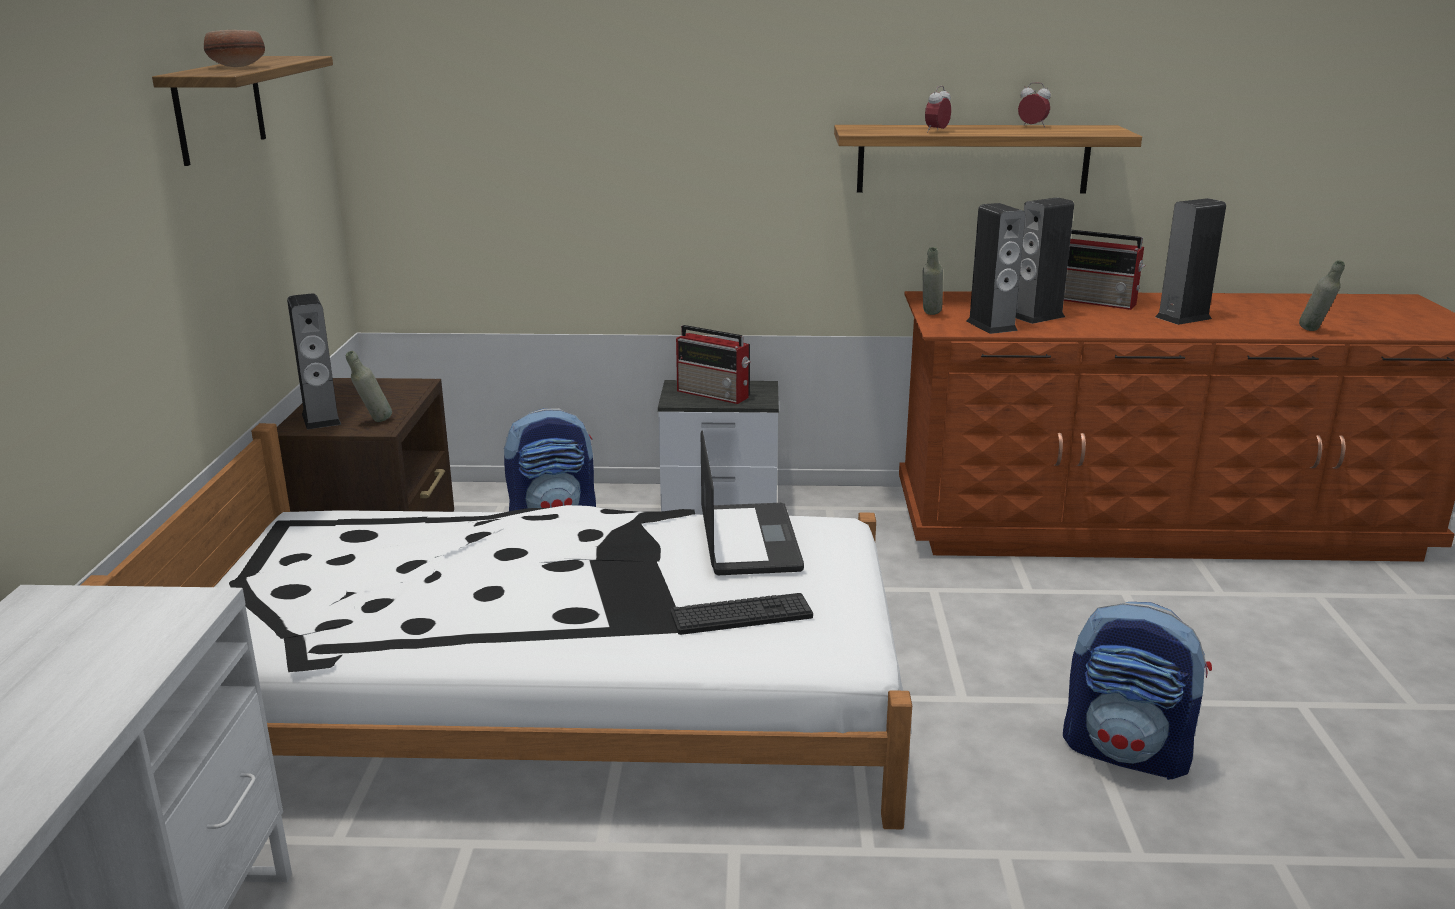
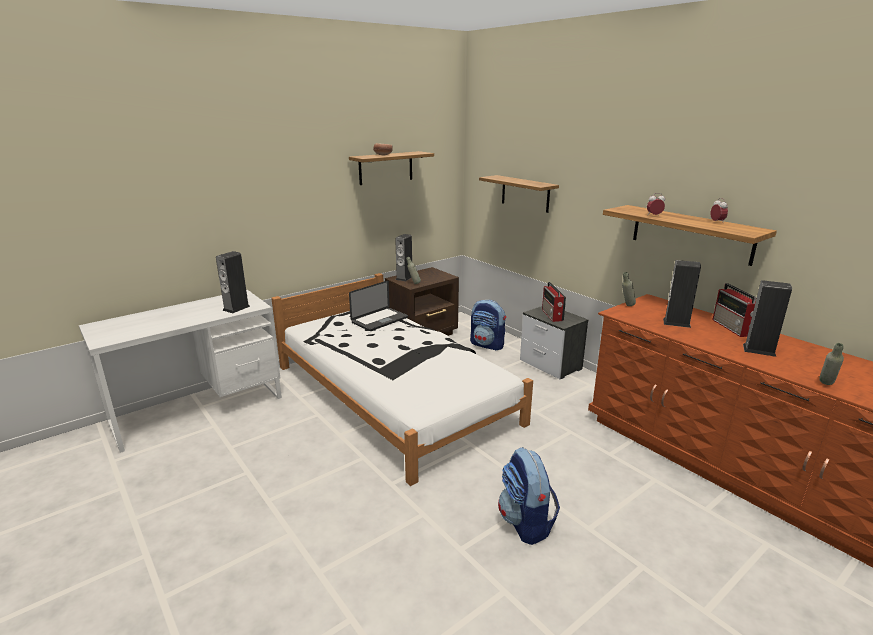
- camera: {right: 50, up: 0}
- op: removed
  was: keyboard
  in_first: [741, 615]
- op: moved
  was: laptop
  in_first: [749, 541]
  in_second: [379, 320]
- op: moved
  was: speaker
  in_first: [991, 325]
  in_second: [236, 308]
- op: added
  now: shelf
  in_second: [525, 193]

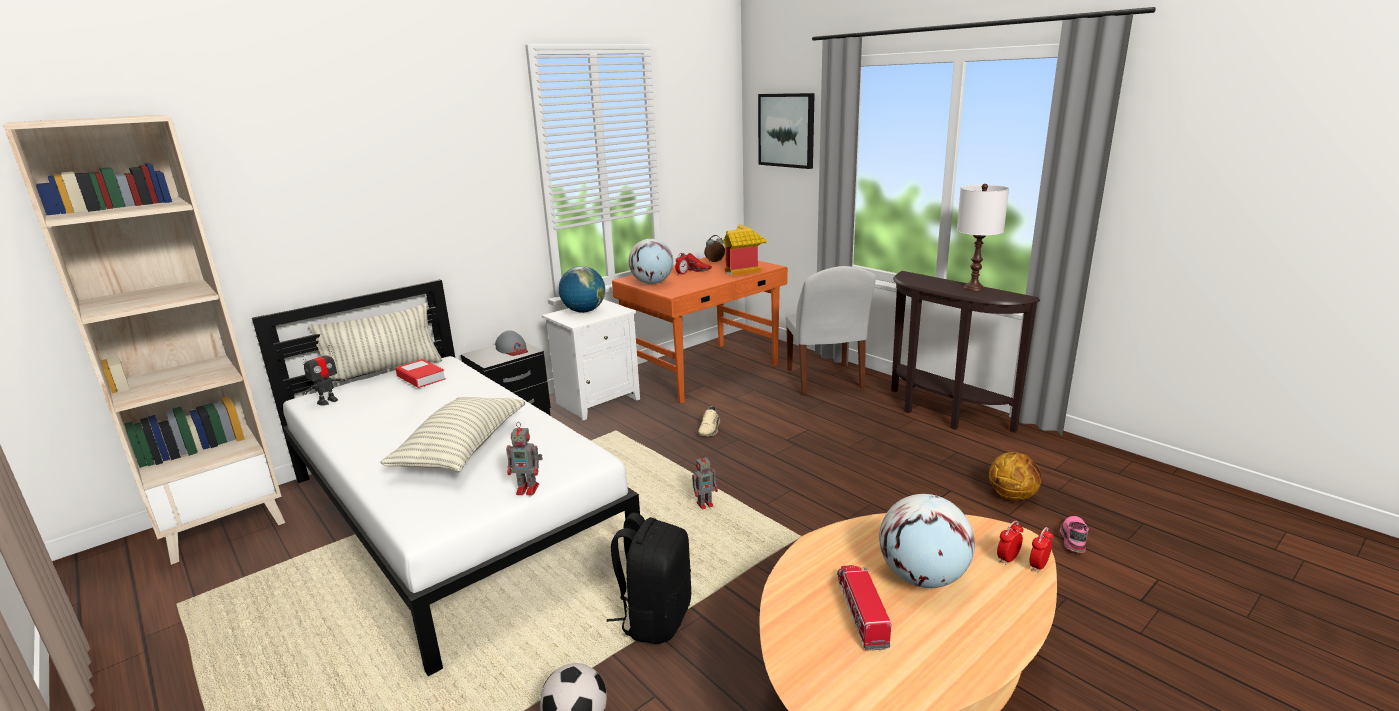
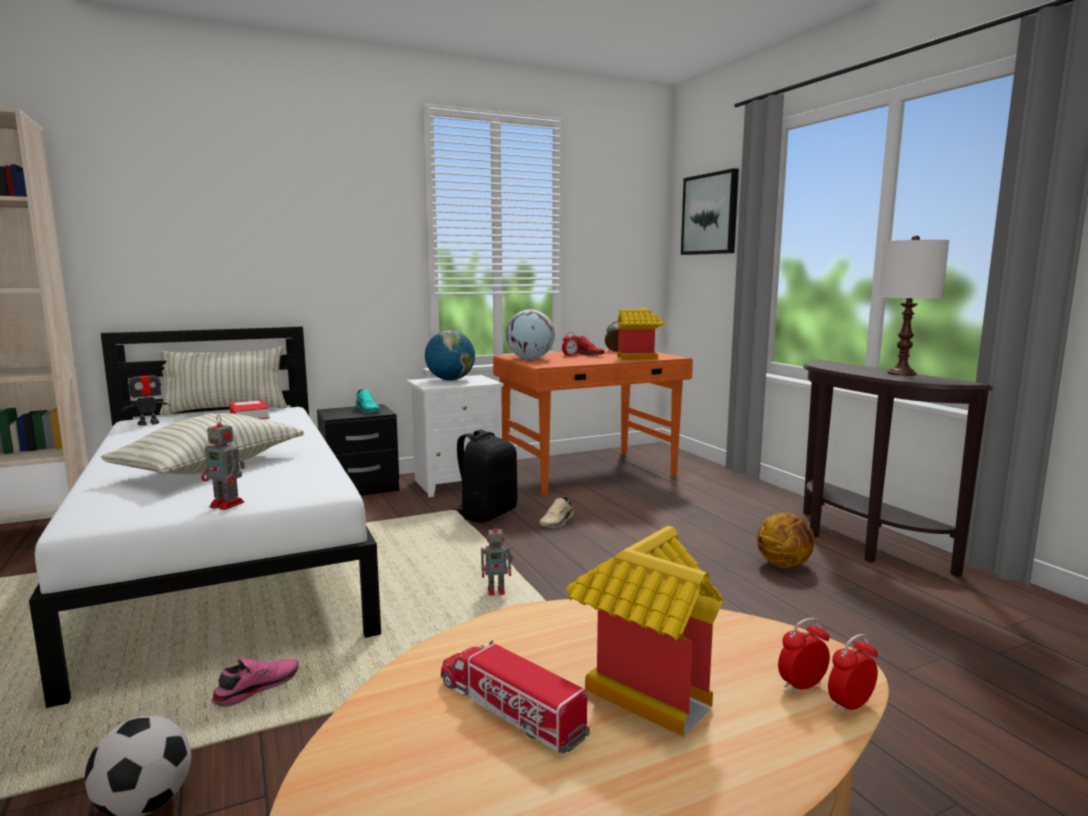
- camera: {right: 15, up: -10}
- op: replaced
  was: grey cap
  now: turquoise shoe
  in_first: [512, 349]
  in_second: [368, 410]
- op: moved
  was: black backpack
  in_first: [655, 618]
  in_second: [487, 514]
- op: removed
  was: white chair
  in_first: [825, 380]
- op: turned
  was: toy truck
  in_first: [861, 611]
  in_second: [509, 709]
  clockwise: -60
- op: replaced
  was: globe
  now: toy house
  in_first: [922, 577]
  in_second: [642, 684]
- op: moved
  was: basketball
  in_first: [1012, 496]
  in_second: [784, 564]
- op: moved
  was: pink shoe
  in_first: [1072, 538]
  in_second: [256, 688]

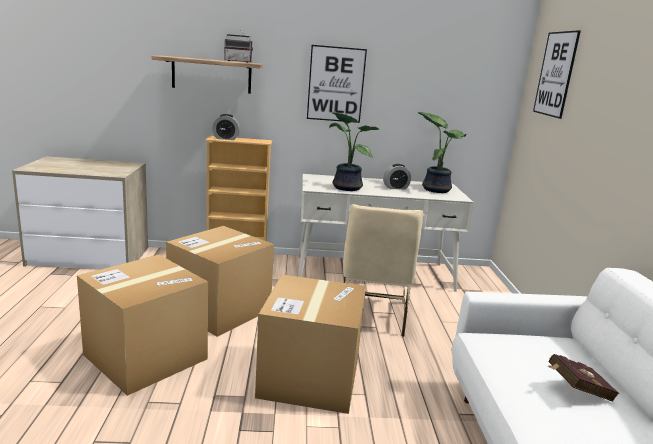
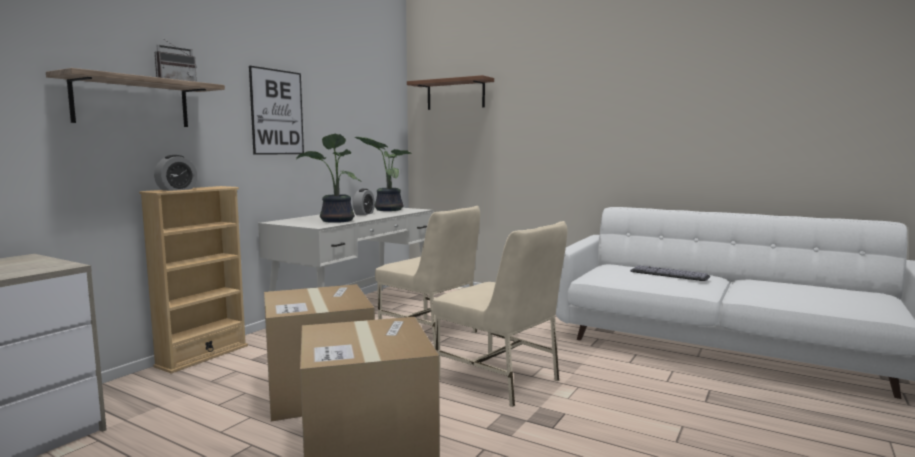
- camera: {right: -55, up: -10}
- op: replaced
  was: cardboard box
  now: beige chair
  in_first: [309, 378]
  in_second: [500, 380]
- op: replaced
  was: picture
  now: brown shelf
  in_first: [555, 74]
  in_second: [455, 94]
- op: replaced
  was: red book
  now: keyboard
  in_first: [575, 391]
  in_second: [671, 273]

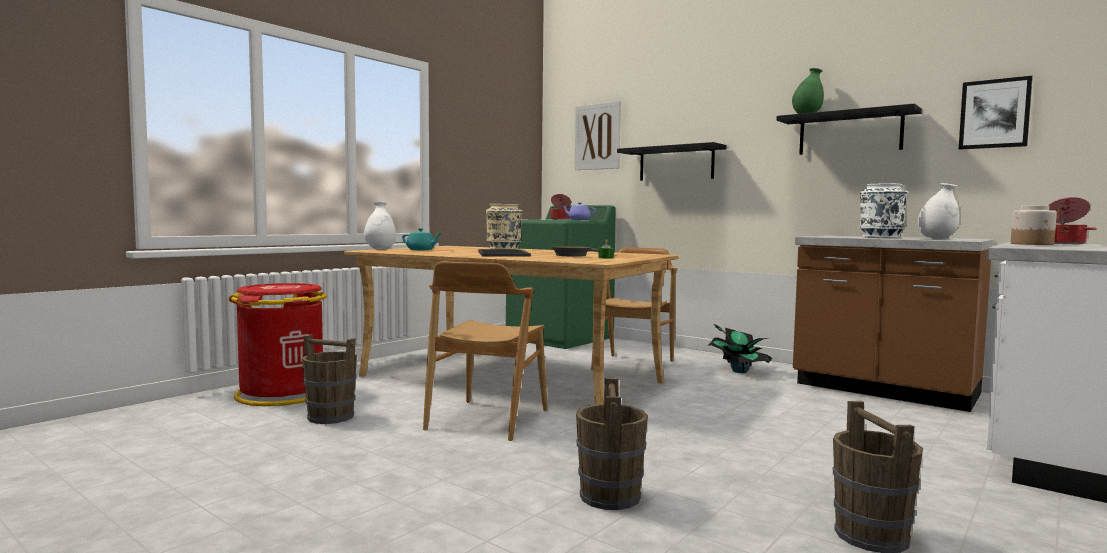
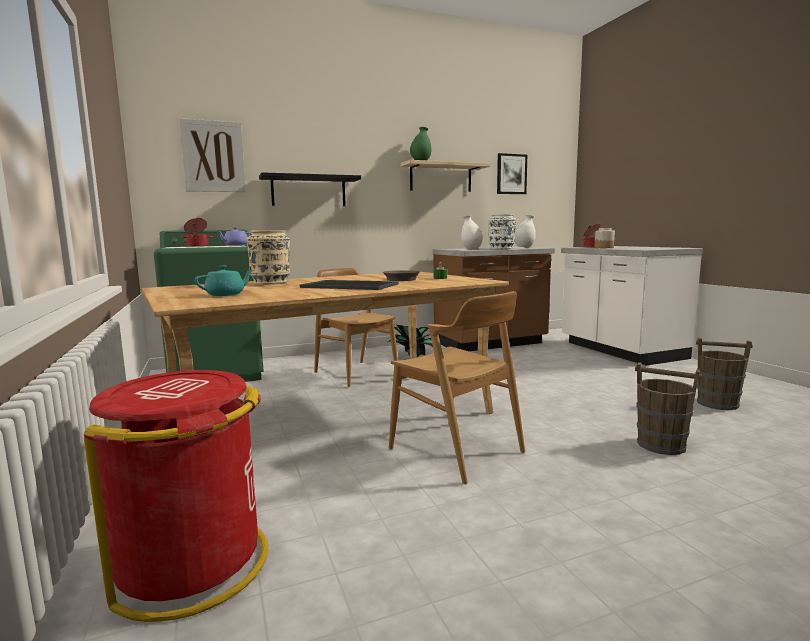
- camera: {right: -60, up: 5}
- op: removed
  was: brown bucket
  in_first: [331, 417]
- op: moved
  was: white vase
  in_first: [380, 249]
  in_second: [471, 249]
- op: recoloured
  was: black shelf
  now: beige shelf
  in_first: [849, 133]
  in_second: [441, 177]

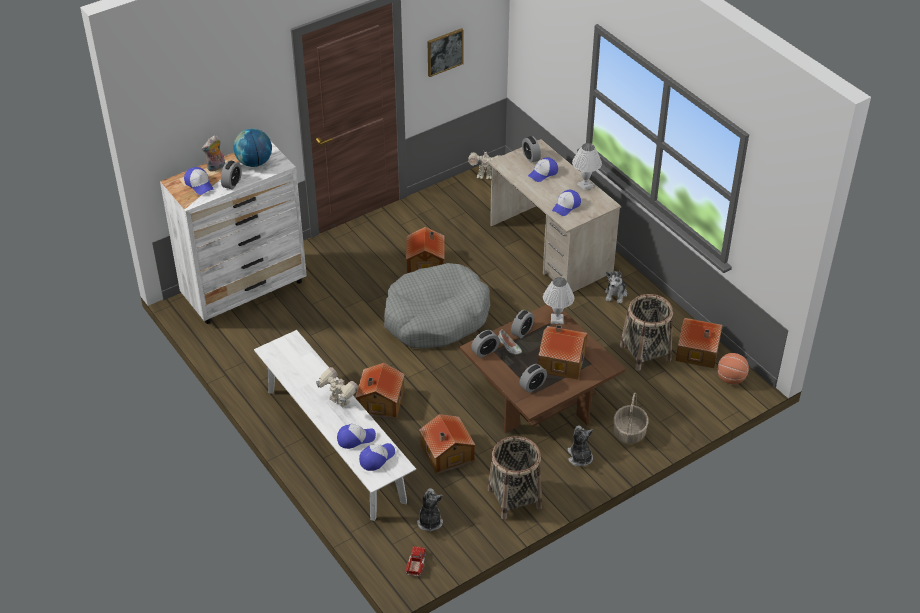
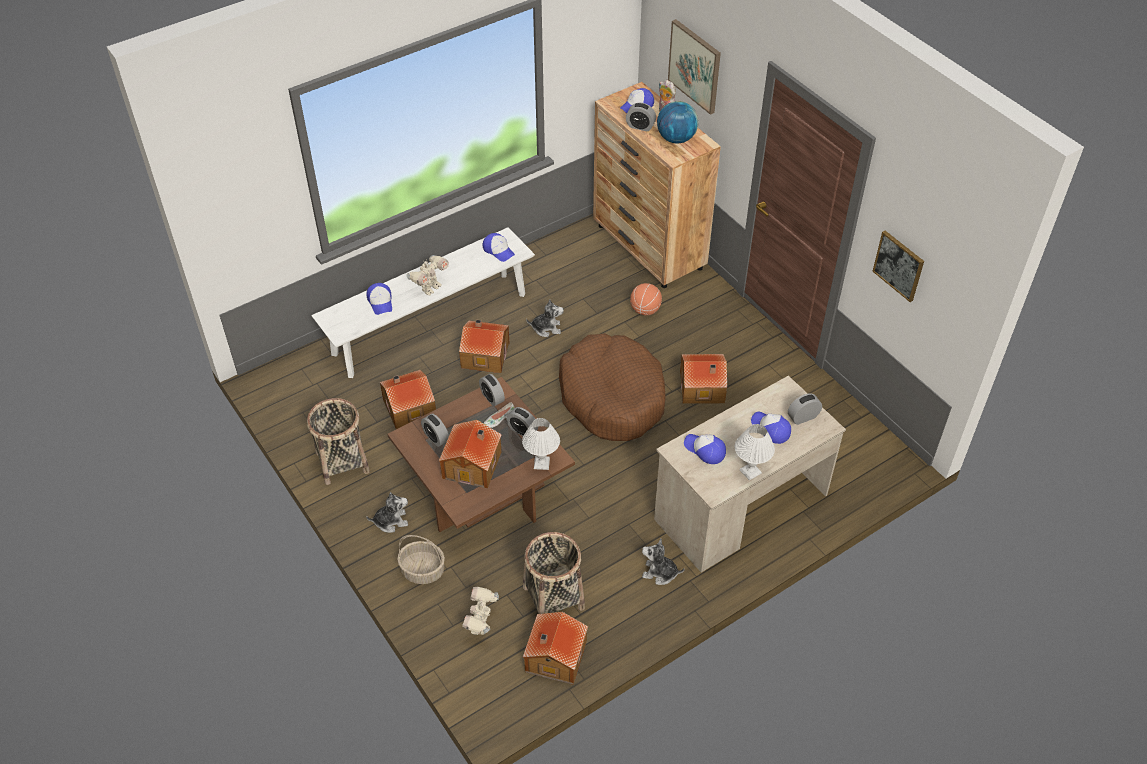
- camera: {right: 90, up: 5}
- op: recoloured
  was: white dresser
  now: brown dresser
  in_first: [245, 289]
  in_second: [649, 248]
- op: moved
  was: cap
  in_first: [376, 458]
  in_second: [498, 250]
- op: recoloured
  was: grey dog bed
  now: brown dog bed
  in_first: [435, 317]
  in_second: [612, 397]
- op: removed
  was: toy truck
  in_first: [416, 563]
- op: moved
  was: plush toy
  in_first: [429, 521]
  in_second: [546, 328]
- op: moved
  was: toy robot
  in_first: [485, 175]
  in_second: [481, 625]
- op: moved
  was: basketball
  in_first: [730, 379]
  in_second: [645, 310]
- op: added
  now: picture
  in_second: [695, 66]

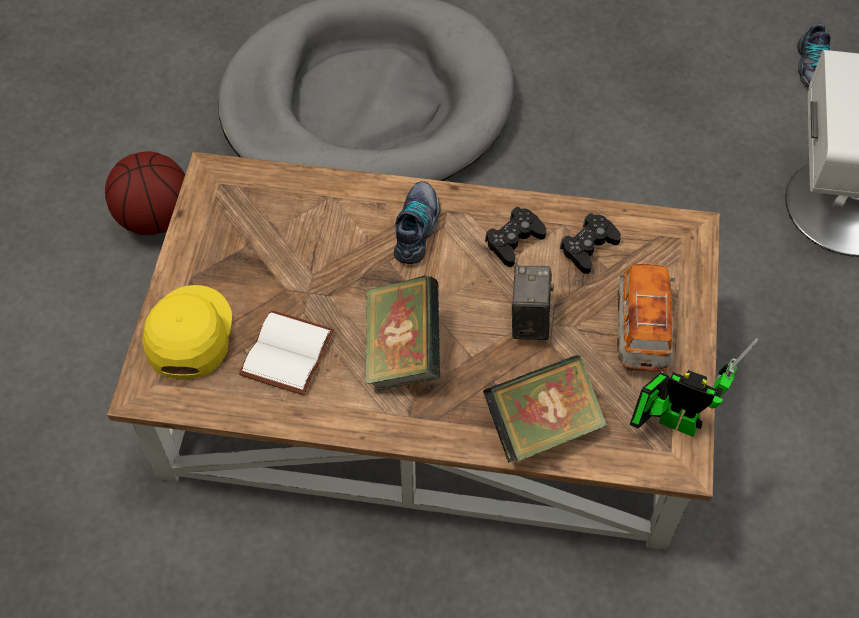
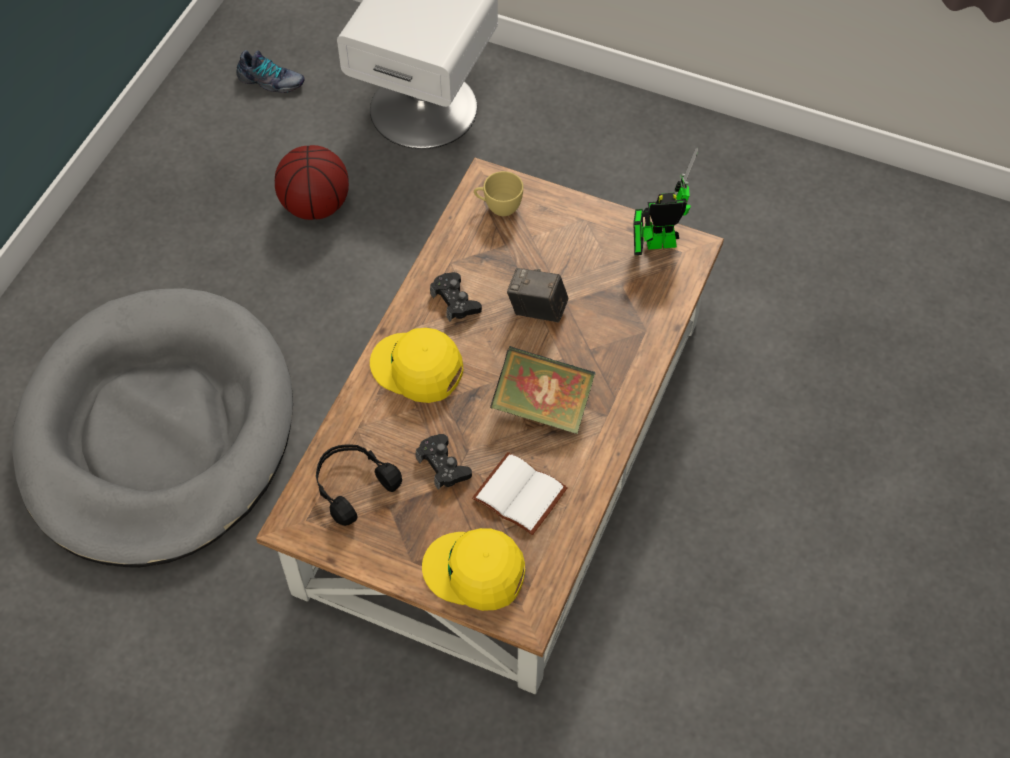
- camera: {right: -75, up: 0}
- op: moved
  was: basketball
  in_first: [156, 218]
  in_second: [316, 205]
- op: replaced
  was: shoe
  now: yellow cap
  in_first: [417, 228]
  in_second: [417, 368]
- op: removed
  was: book
  in_first: [542, 425]
- op: moved
  was: black game controller
  in_first: [588, 247]
  in_second: [443, 465]
- op: removed
  was: toy car
  in_first: [642, 330]
- op: turned
  was: toy robot
  in_first: [672, 420]
  in_second: [656, 243]
  clockwise: 45
- op: added
  now: black headphones
  in_second: [352, 485]
- op: added
  now: yellow cup
  in_second: [498, 207]

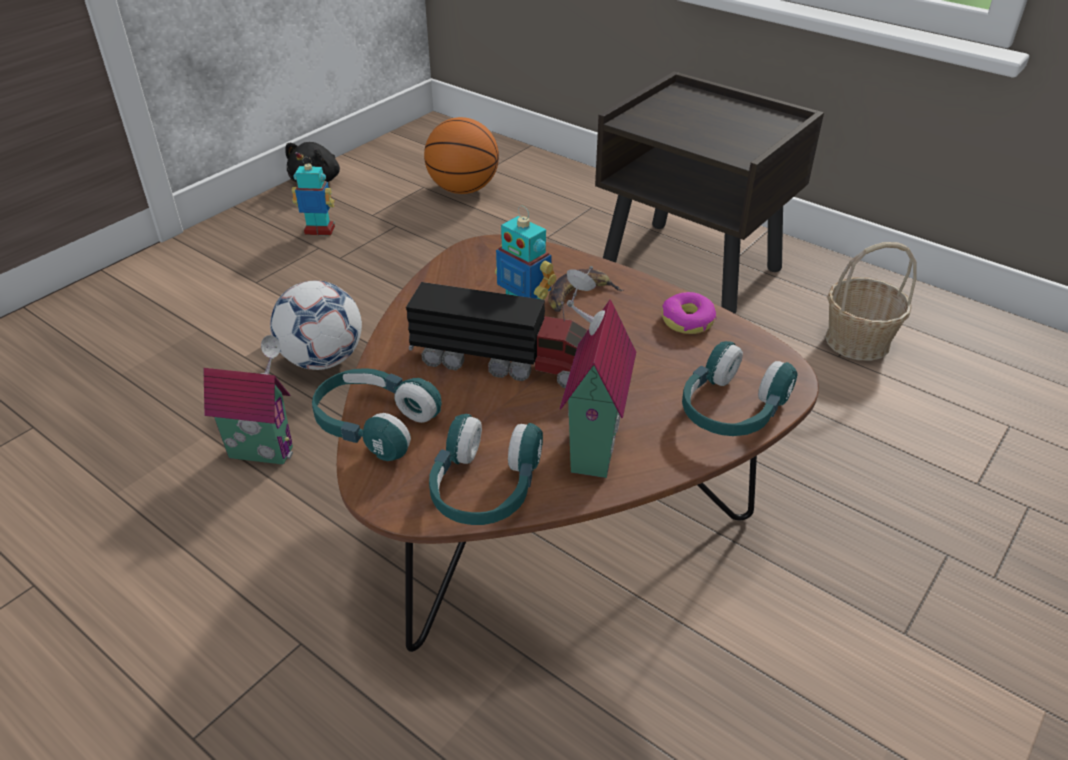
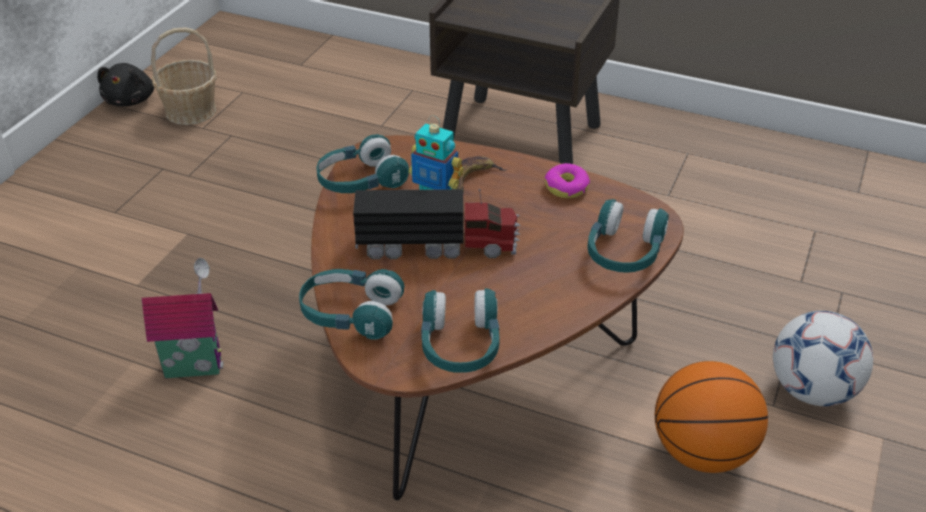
- camera: {right: -15, up: 0}
- op: moved
  was: football
  in_first: [323, 360]
  in_second: [812, 390]
- op: removed
  was: toy robot
  in_first: [319, 231]
- op: moved
  was: basketball
  in_first: [463, 189]
  in_second: [702, 452]
- op: removed
  was: toy house
  in_first: [589, 445]
- op: moved
  was: basket
  in_first: [856, 341]
  in_second: [190, 111]
- op: added
  now: turquoise headphones
  in_second: [360, 181]

